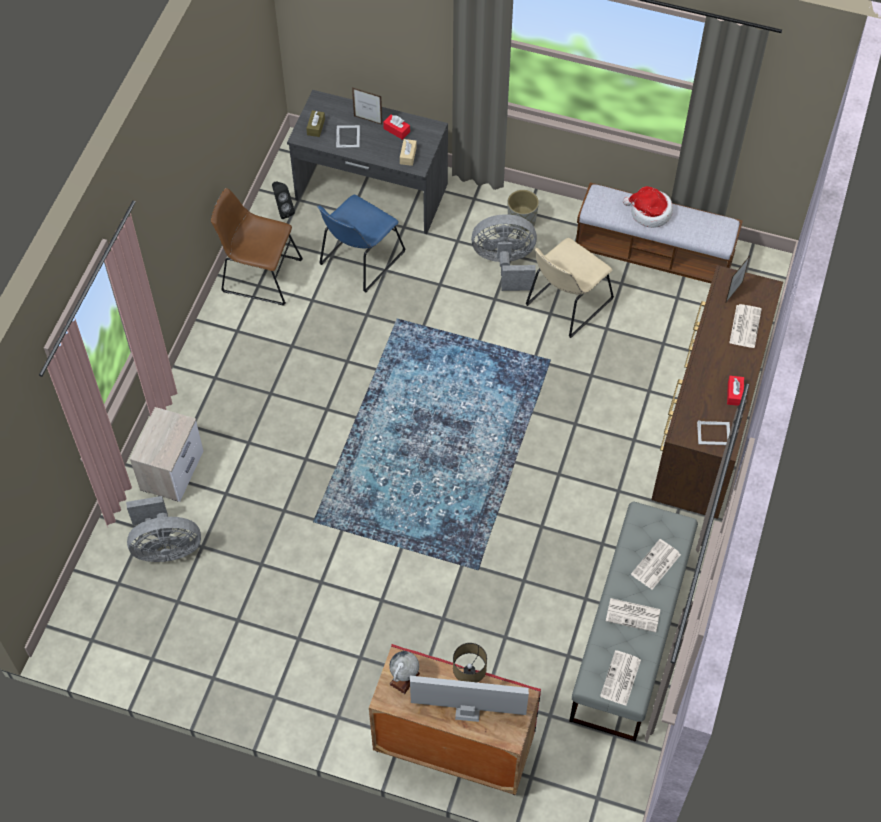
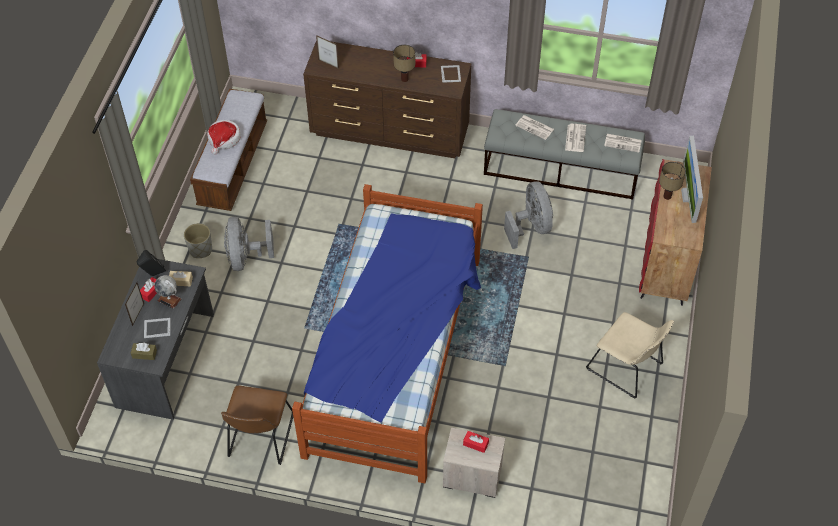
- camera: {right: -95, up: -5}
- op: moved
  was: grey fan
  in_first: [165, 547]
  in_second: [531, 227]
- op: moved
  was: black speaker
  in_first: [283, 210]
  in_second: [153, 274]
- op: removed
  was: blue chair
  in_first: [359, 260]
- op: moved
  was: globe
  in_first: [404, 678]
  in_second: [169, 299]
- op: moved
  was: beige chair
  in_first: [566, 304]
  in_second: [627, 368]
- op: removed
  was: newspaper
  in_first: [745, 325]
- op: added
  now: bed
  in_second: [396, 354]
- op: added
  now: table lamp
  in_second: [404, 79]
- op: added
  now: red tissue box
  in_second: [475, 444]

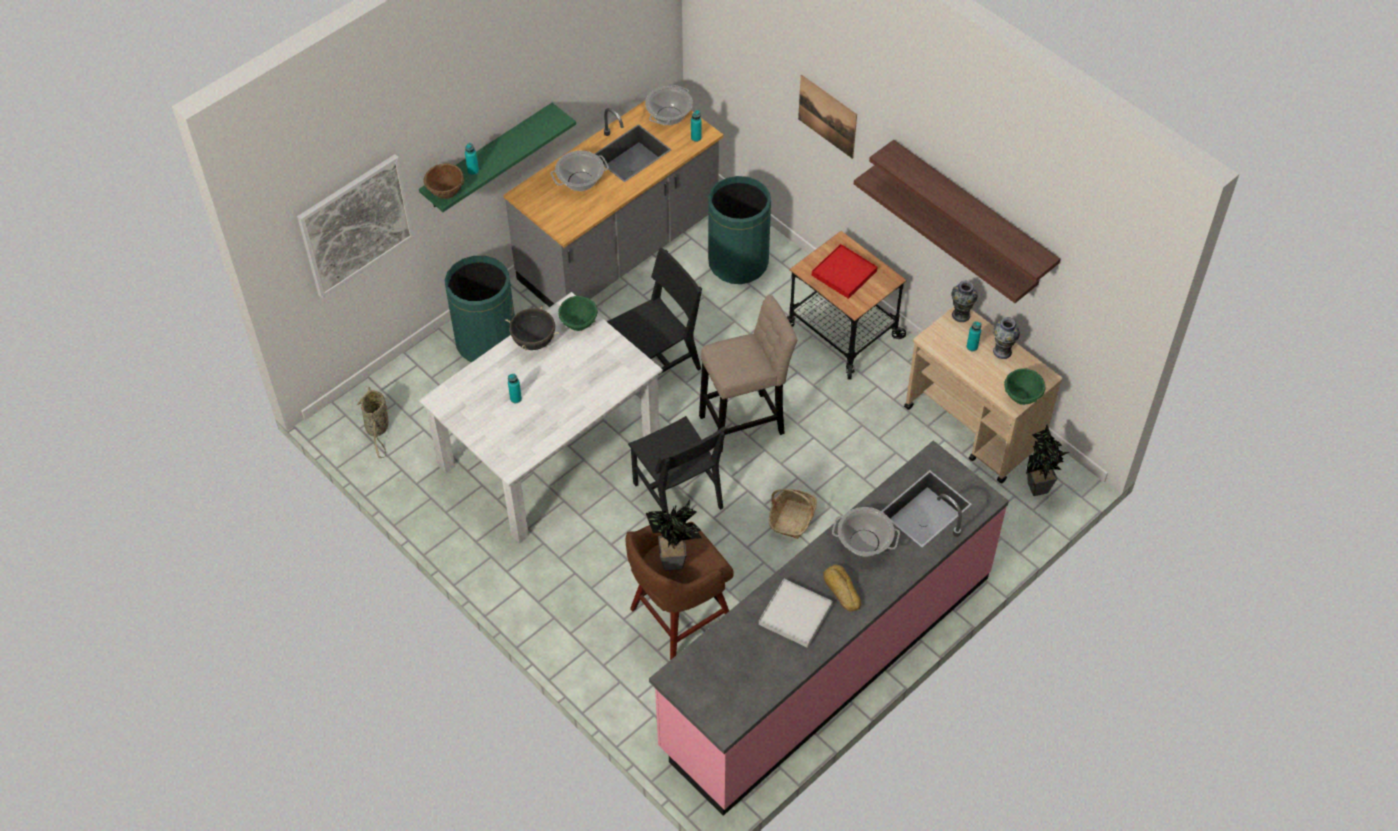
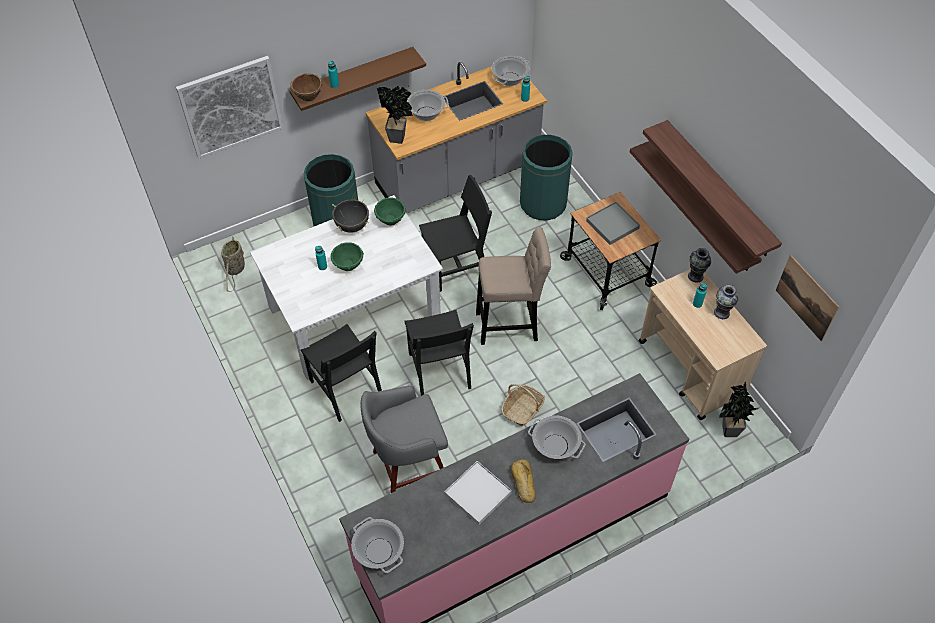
- camera: {right: 15, up: 0}
- op: recoloured
  was: green shelf
  now: brown shelf
  in_first: [488, 157]
  in_second: [353, 78]
- op: recoloured
  was: brown stool
  now: grey stool
  in_first: [678, 617]
  in_second: [408, 467]
- op: moved
  was: potted plant
  in_first: [677, 563]
  in_second: [399, 139]
- op: moved
  was: picture
  in_first: [827, 116]
  in_second: [806, 298]
- op: recoloured
  was: red tray
  now: grey tray
  in_first: [844, 273]
  in_second: [612, 224]
- op: moved
  was: green bowl
  in_first: [1022, 397]
  in_second: [348, 265]
- op: added
  now: black chair
  in_second: [346, 388]
- op: added
  now: cooking pot
  in_second: [379, 551]

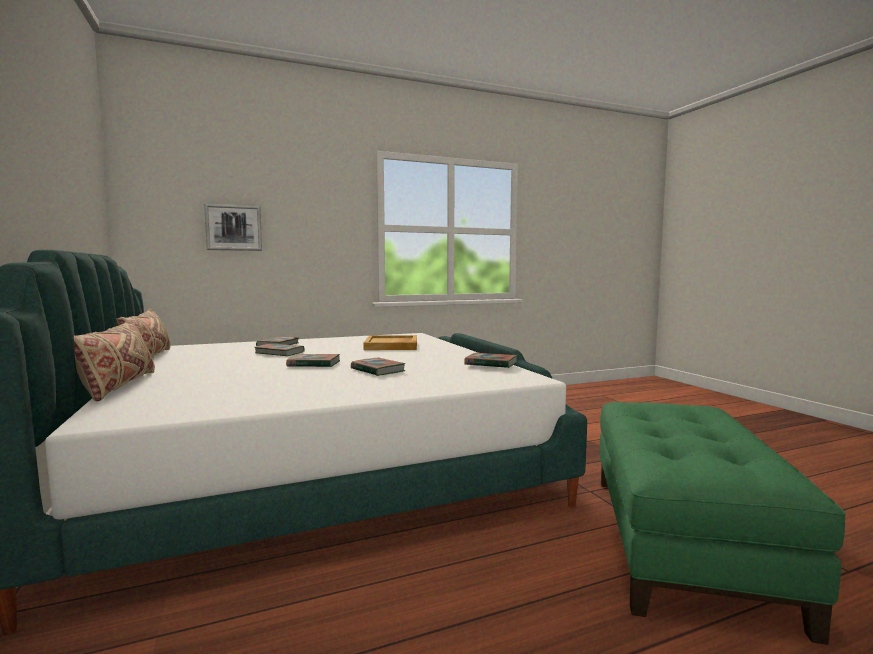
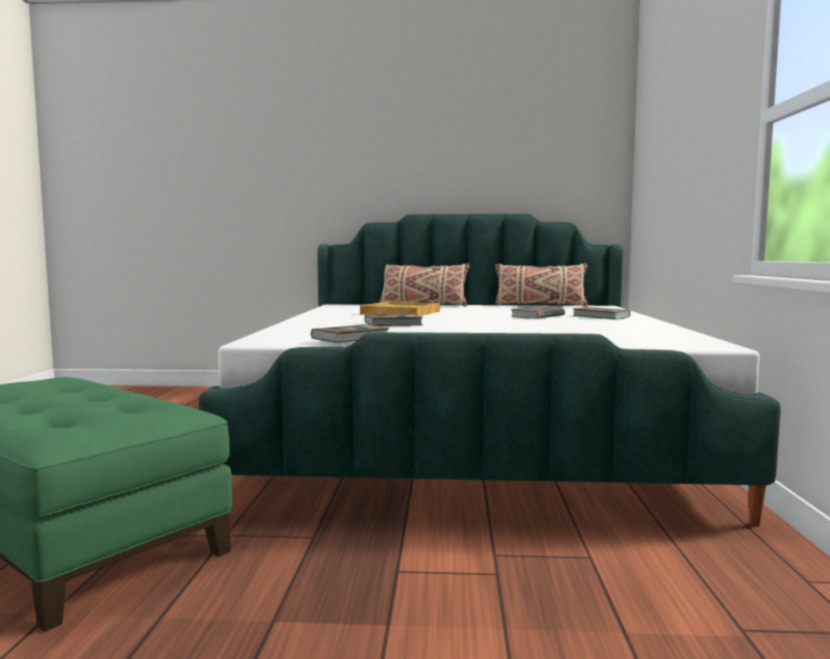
- camera: {right: 115, up: 0}
- op: removed
  was: picture
  in_first: [233, 228]
- op: removed
  was: book
  in_first: [314, 364]
- op: moved
  was: beige tray
  in_first: [392, 345]
  in_second: [400, 313]

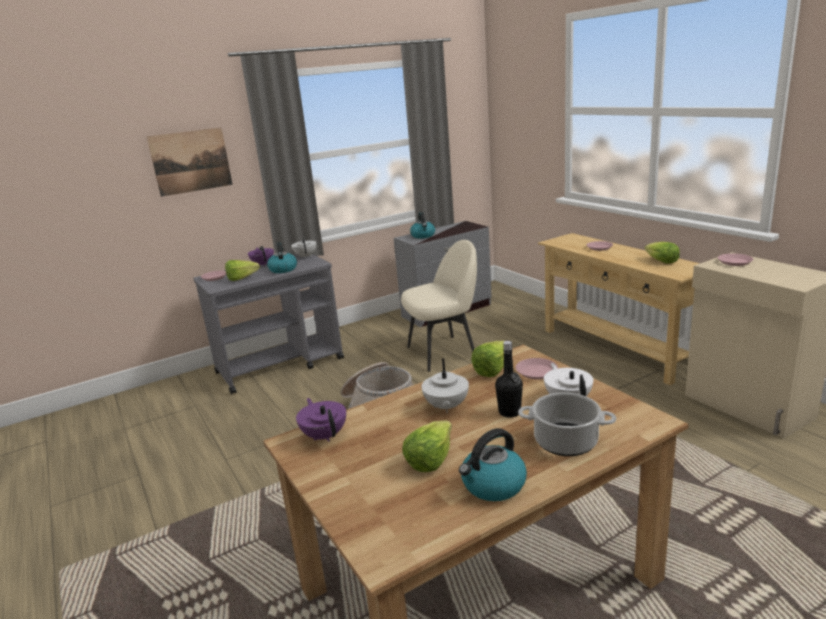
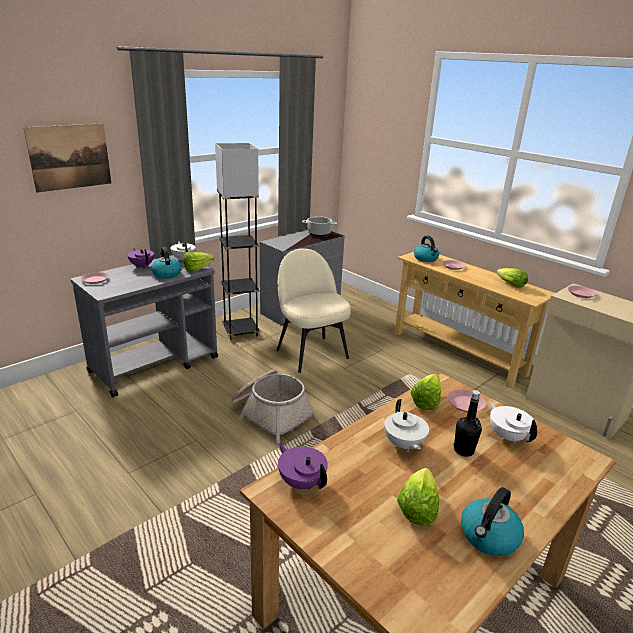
- camera: {right: -15, up: 5}
- op: moved
  was: lettuce
  in_first: [244, 278]
  in_second: [200, 269]
- op: turned
  was: beige chair
  in_first: [443, 352]
  in_second: [311, 353]
  clockwise: -90
- op: moved
  was: kettle
  in_first: [423, 236]
  in_second: [426, 259]
- op: moved
  was: cooking pot
  in_first: [566, 441]
  in_second: [319, 233]
- op: added
  now: black floor lamp
  in_second: [240, 331]

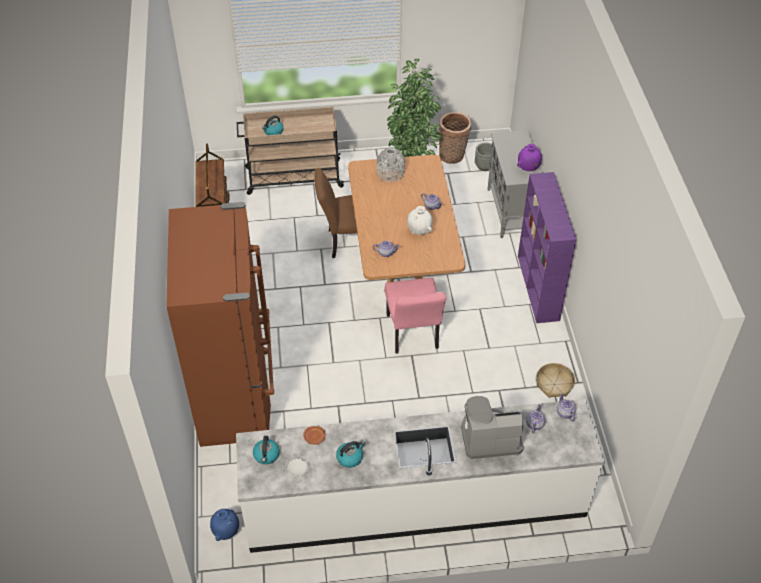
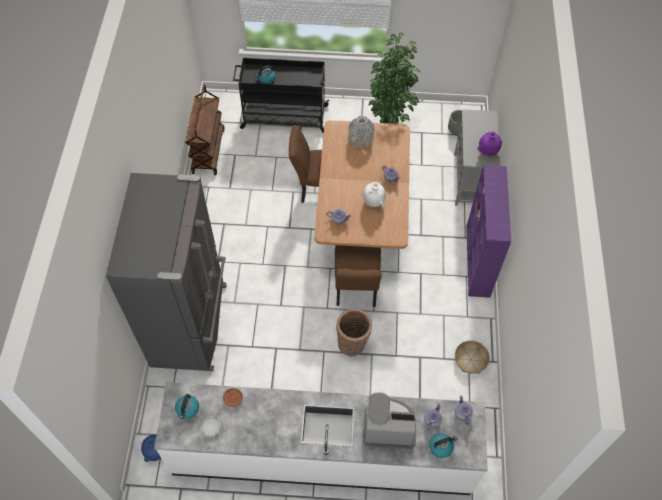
- camera: {right: 10, up: 10}
- op: recoloured
  was: brown fridge
  now: grey fridge
  in_first: [237, 396]
  in_second: [192, 324]
- op: recoloured
  was: beige cart
  now: black cart
  in_first: [292, 177]
  in_second: [283, 117]
- op: moved
  was: kettle
  in_first: [350, 457]
  in_second: [441, 447]
- op: recoloured
  was: pink chair
  now: brown chair
  in_first: [413, 335]
  in_second: [356, 290]
- op: moved
  was: basket
  in_first: [453, 156]
  in_second: [353, 345]

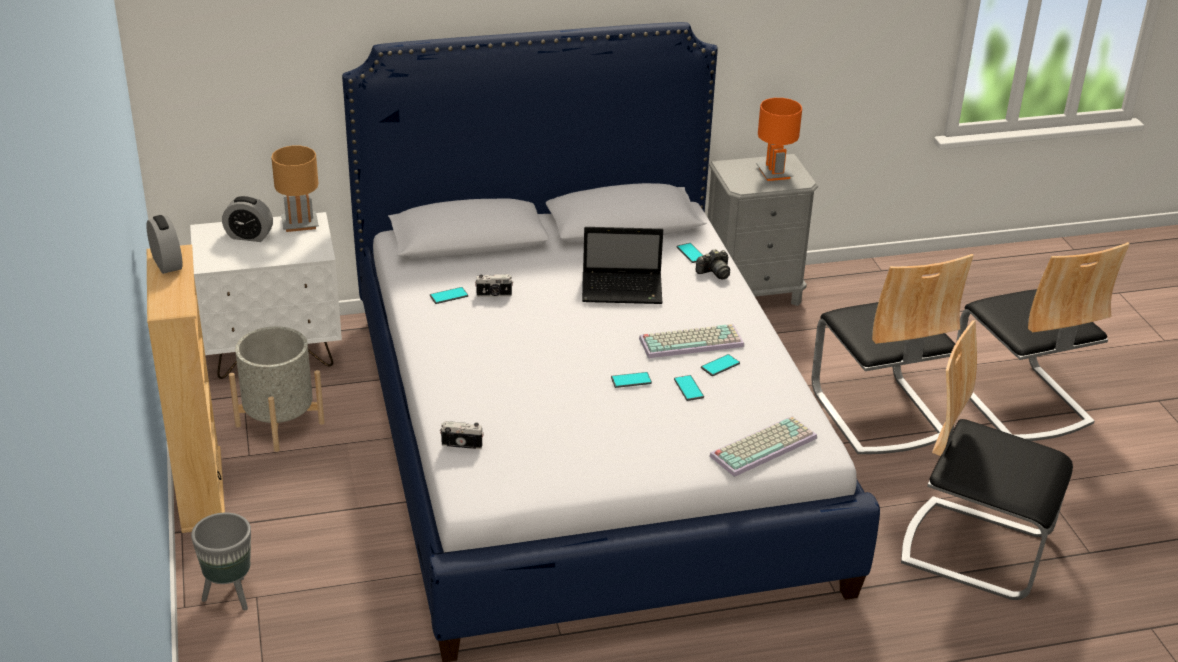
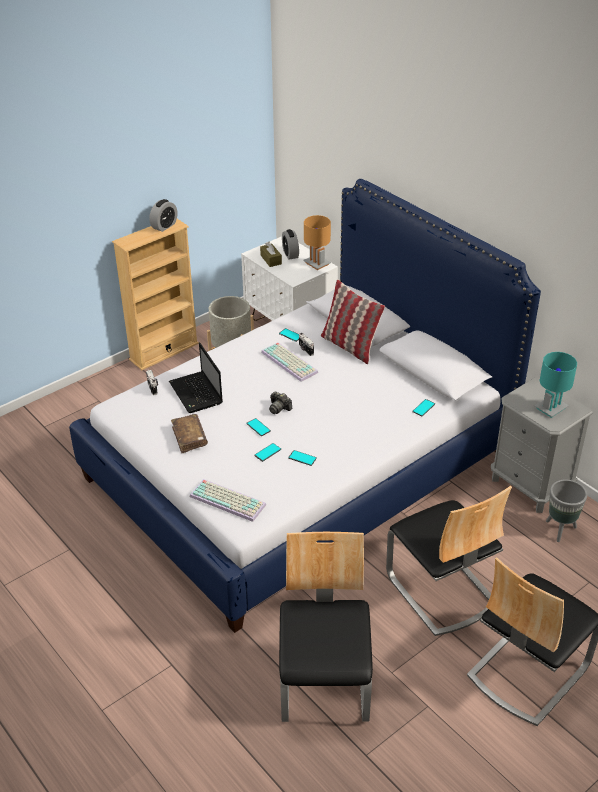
- camera: {right: 65, up: 5}
- op: moved
  was: grey planter
  in_first: [230, 596]
  in_second: [559, 530]
- op: moved
  was: laptop
  in_first: [624, 290]
  in_second: [197, 394]
- op: moved
  was: keyboard
  in_first: [692, 341]
  in_second: [290, 362]
- op: moved
  was: photo camera
  in_first: [714, 273]
  in_second: [279, 408]
- op: recoloured
  was: orange table lamp
  now: turquoise table lamp
  in_first: [774, 173]
  in_second: [551, 408]
- op: turned
  was: chair
  in_first: [877, 413]
  in_second: [441, 590]
  clockwise: -75
- op: added
  now: brown book
  in_second: [189, 437]
- op: added
  now: brown tissue box
  in_second: [271, 259]
- op: added
  now: pillow
  in_second: [349, 346]

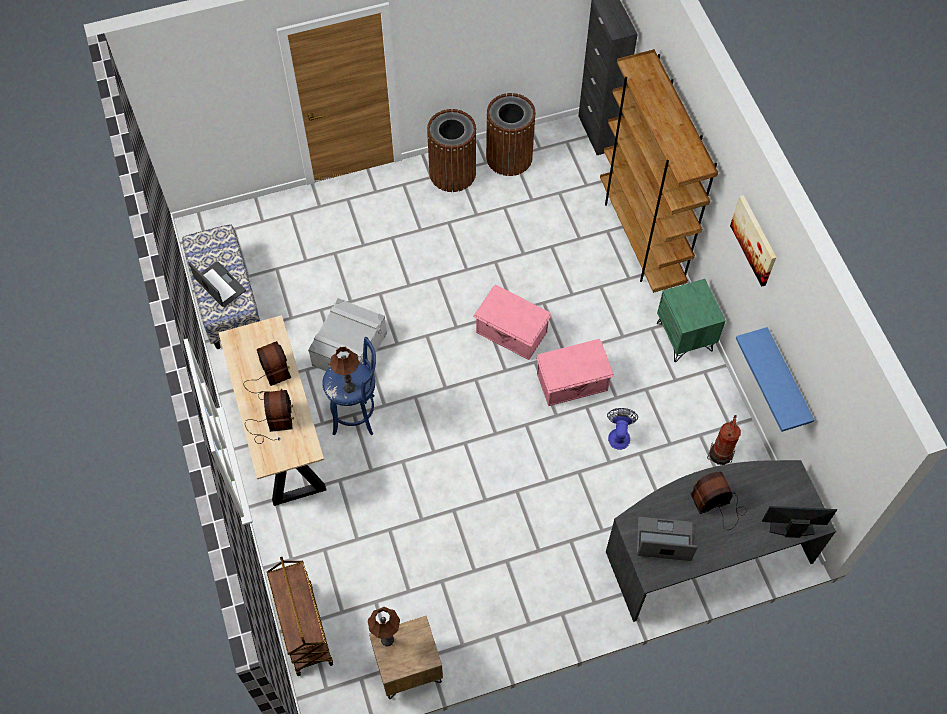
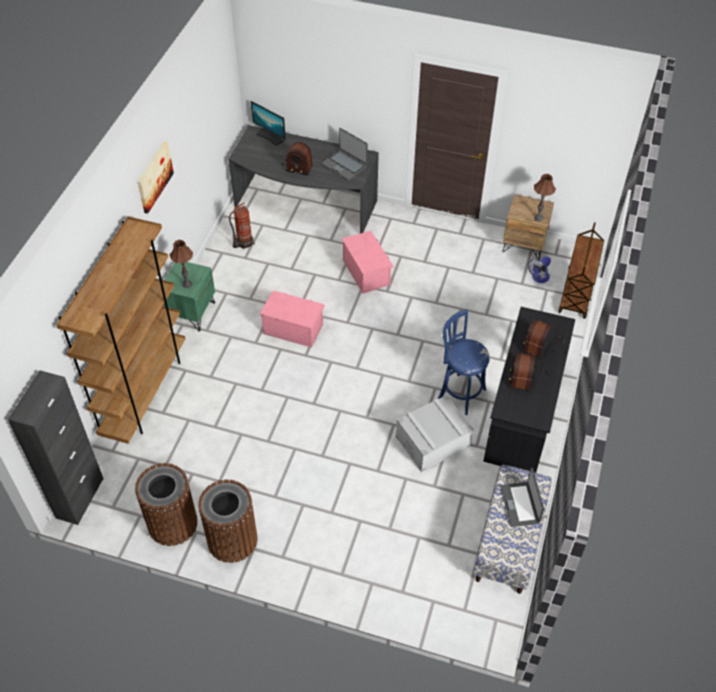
- camera: {right: -145, up: -10}
- op: recoloured
  was: beige desk
  now: black desk
  in_first: [281, 433]
  in_second: [524, 411]
- op: moved
  was: brown table lamp
  in_first: [349, 387]
  in_second: [187, 284]
- op: moved
  was: pink storage box
  in_first: [511, 333]
  in_second: [367, 272]
- op: moved
  was: fan
  in_first: [619, 435]
  in_second: [538, 278]
- op: removed
  was: blue shelf
  in_first: [787, 379]

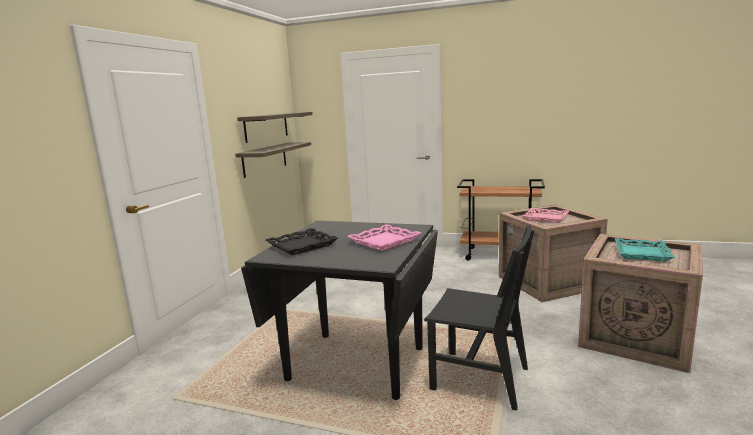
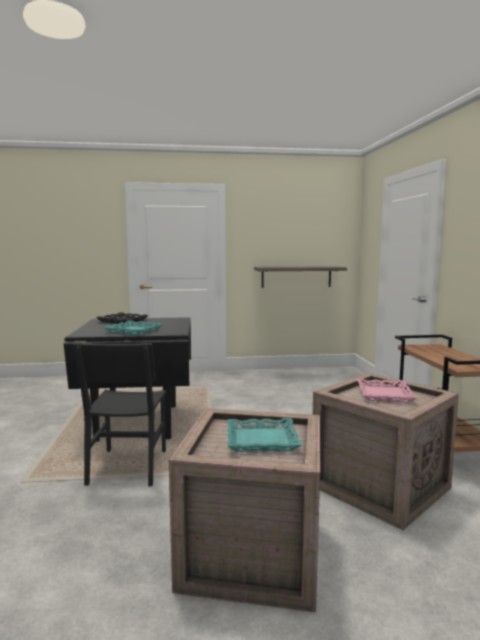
- camera: {right: 65, up: -5}
- op: removed
  was: shelf
  in_first: [266, 126]
- op: recoloured
  was: pink tray
  now: turquoise tray
  in_first: [384, 241]
  in_second: [134, 331]

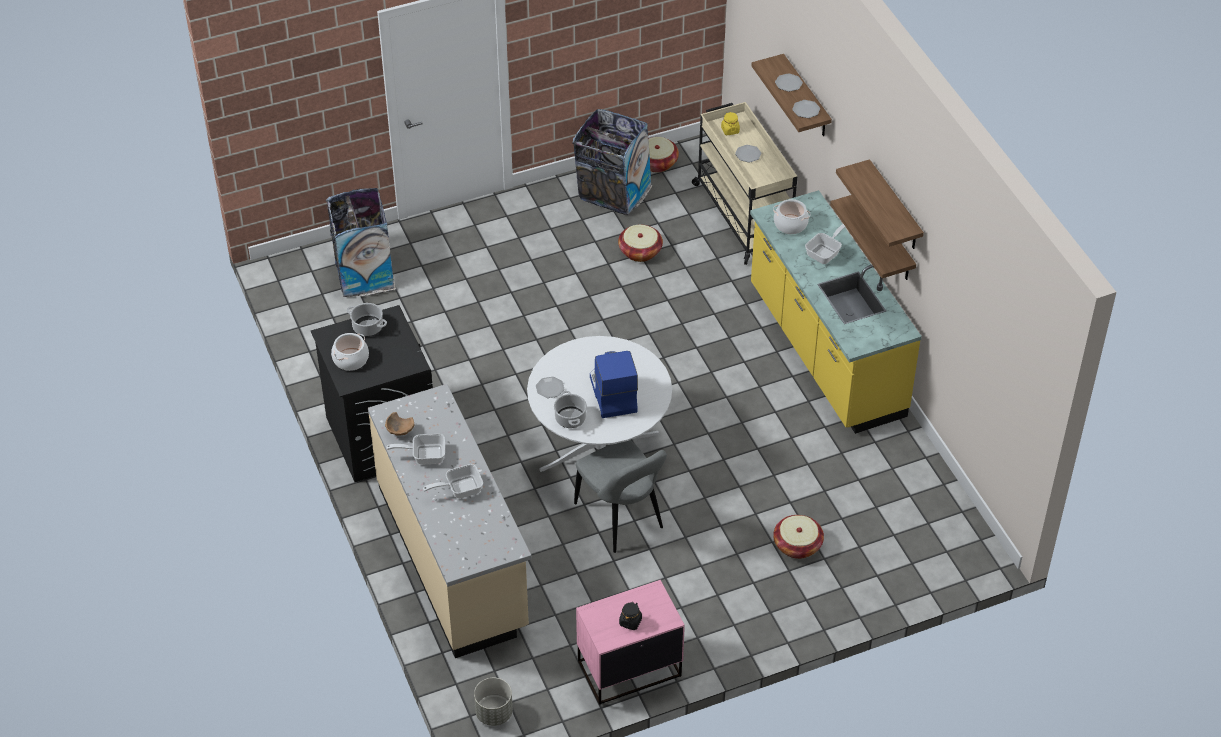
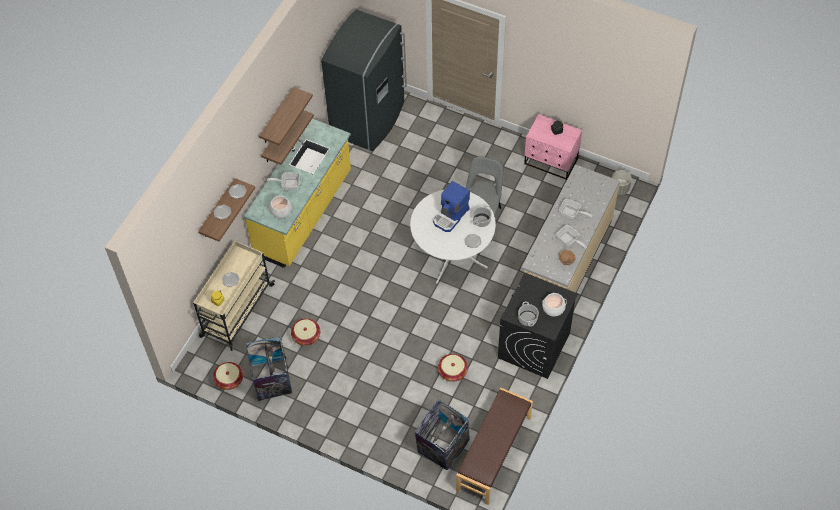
- camera: {right: -130, up: 10}
- op: moved
  was: basket
  in_first: [797, 545]
  in_second: [452, 371]
- op: added
  now: grey fridge
  in_second: [369, 119]
- op: added
  now: brown bench
  in_second: [494, 454]

